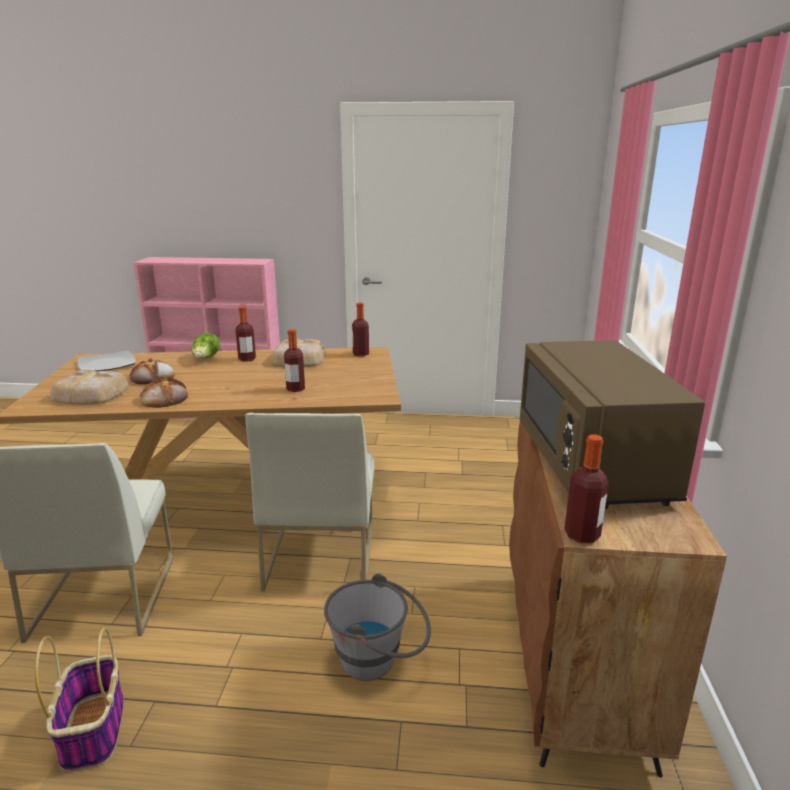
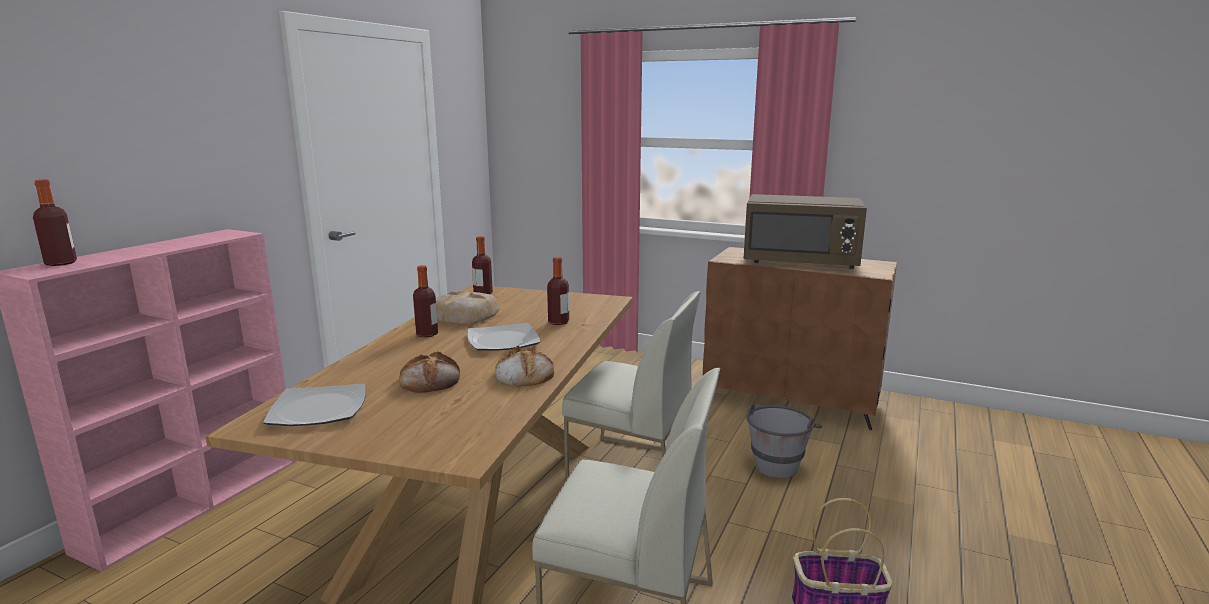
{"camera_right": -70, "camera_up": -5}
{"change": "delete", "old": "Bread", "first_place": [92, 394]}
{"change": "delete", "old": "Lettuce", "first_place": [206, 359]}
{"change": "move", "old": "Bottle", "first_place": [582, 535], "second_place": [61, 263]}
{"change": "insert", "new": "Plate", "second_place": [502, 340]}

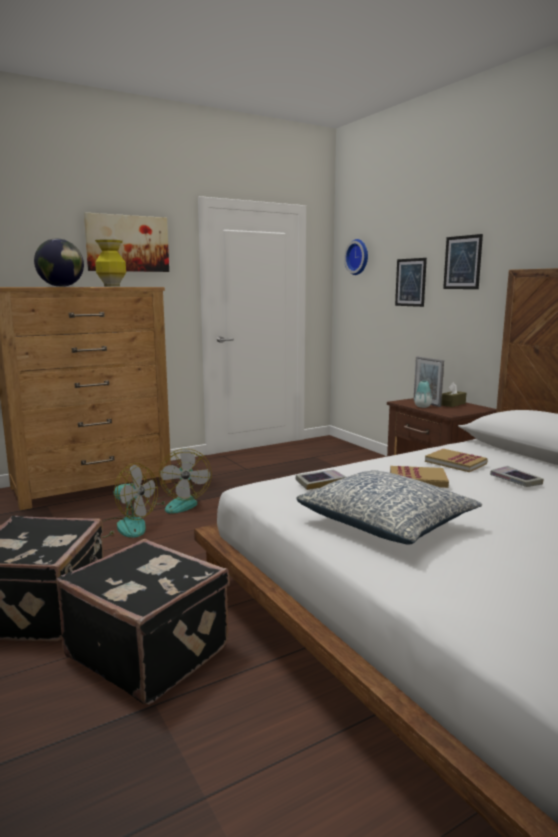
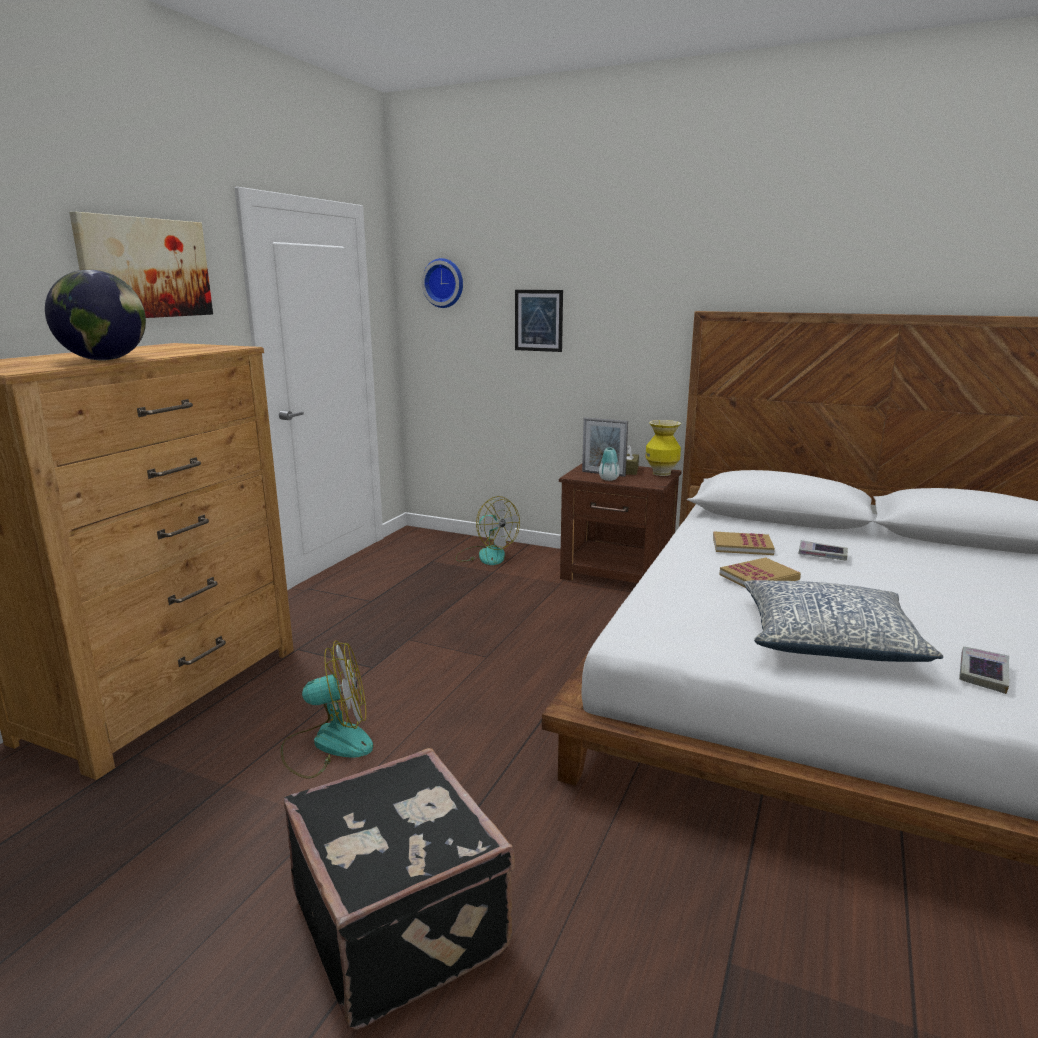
{"camera_right": -35, "camera_up": 5}
{"change": "delete", "old": "BlackSuitcase", "first_place": [149, 650]}
{"change": "move", "old": "Vase", "first_place": [111, 286], "second_place": [661, 473]}
{"change": "move", "old": "Fan", "first_place": [181, 503], "second_place": [486, 555]}
{"change": "move", "old": "Book", "first_place": [320, 483], "second_place": [982, 674]}
{"change": "delete", "old": "Picture", "first_place": [462, 262]}

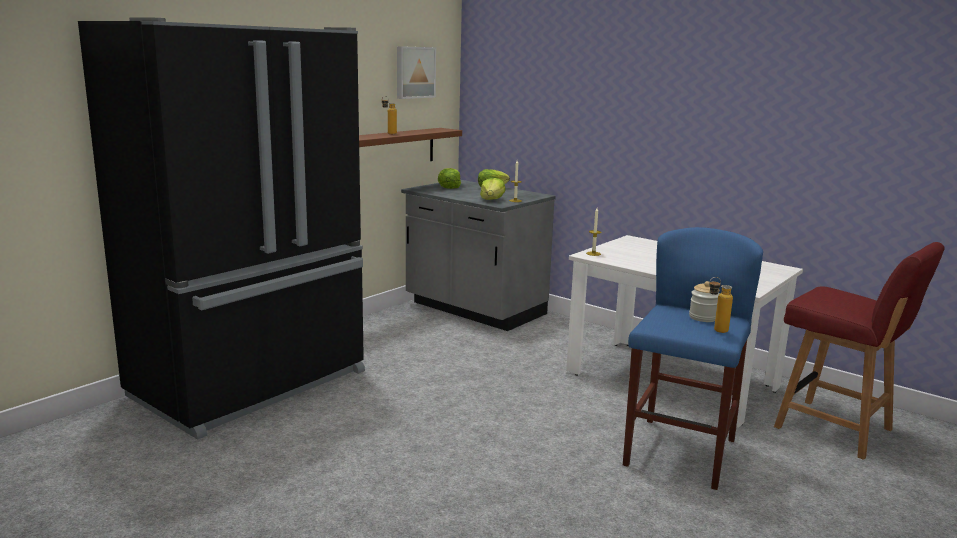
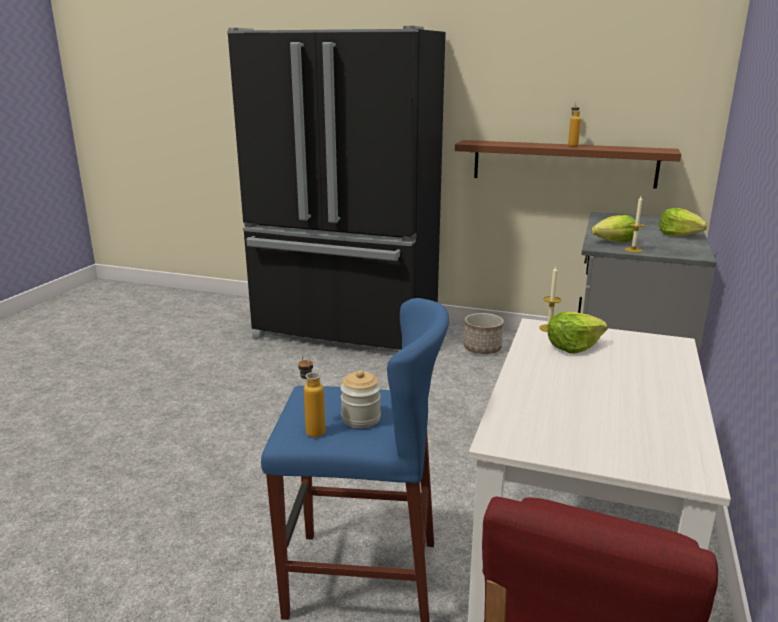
{"camera_right": 70, "camera_up": 5}
{"change": "delete", "old": "Picture", "first_place": [414, 72]}
{"change": "move", "old": "Lettuce", "first_place": [449, 187], "second_place": [573, 346]}
{"change": "insert", "new": "Planter", "second_place": [482, 348]}

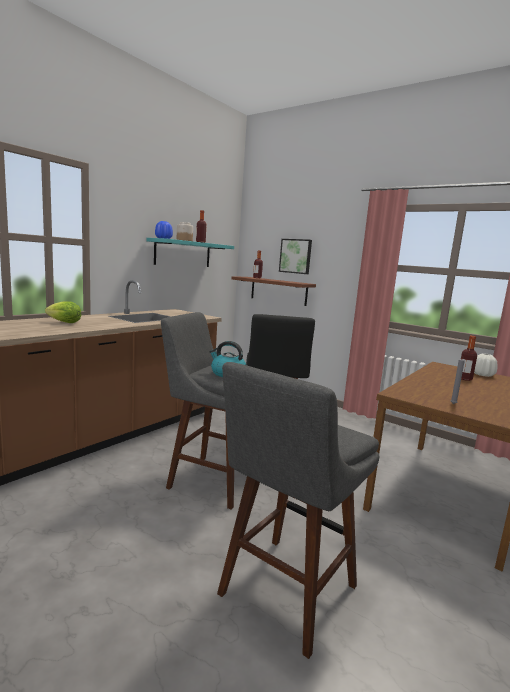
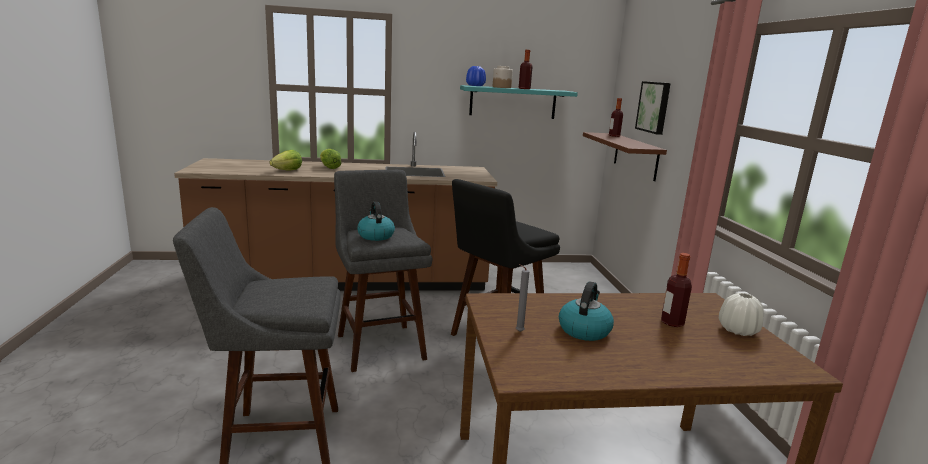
{"camera_right": 45, "camera_up": 5}
{"change": "insert", "new": "Lettuce", "second_place": [287, 171]}
{"change": "insert", "new": "Kettle", "second_place": [584, 330]}

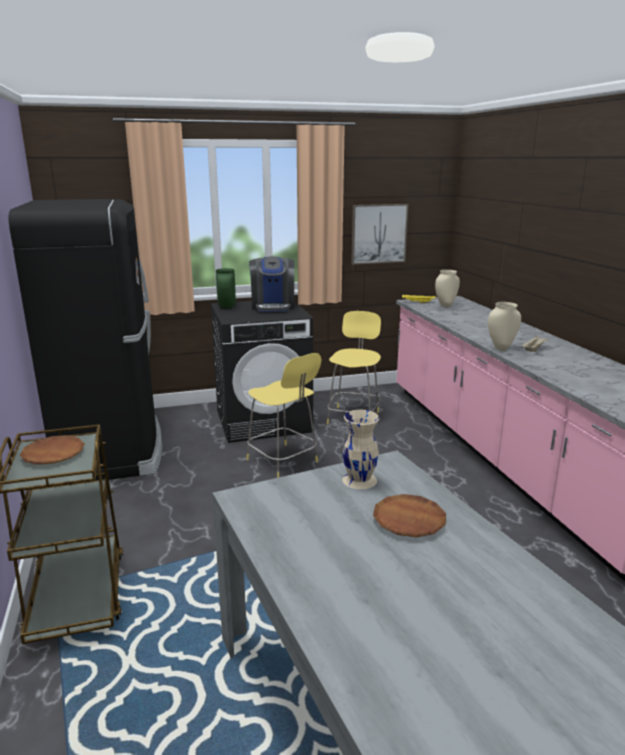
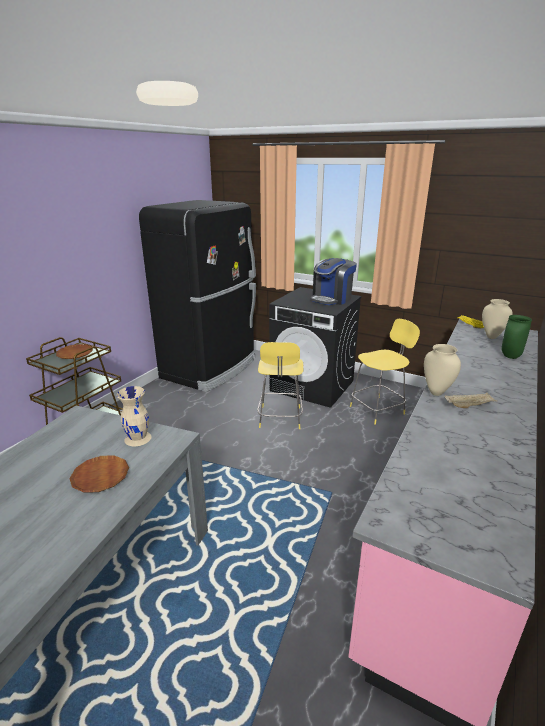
{"camera_right": 45, "camera_up": 5}
{"change": "move", "old": "GreenVase", "first_place": [227, 307], "second_place": [511, 357]}
{"change": "delete", "old": "Picture", "first_place": [378, 234]}

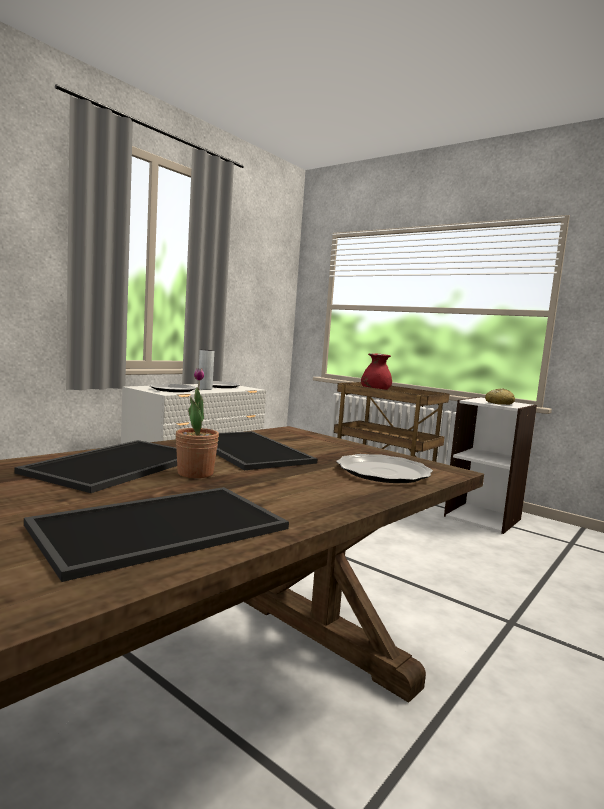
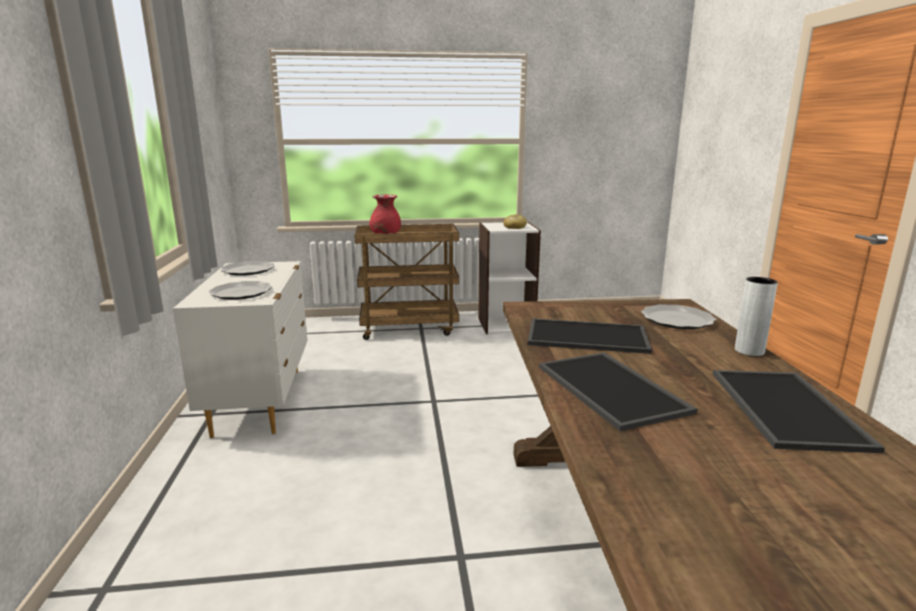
{"camera_right": -45, "camera_up": 10}
{"change": "delete", "old": "PottedPlant", "first_place": [195, 473]}
{"change": "move", "old": "GreyVase", "first_place": [205, 389], "second_place": [749, 351]}

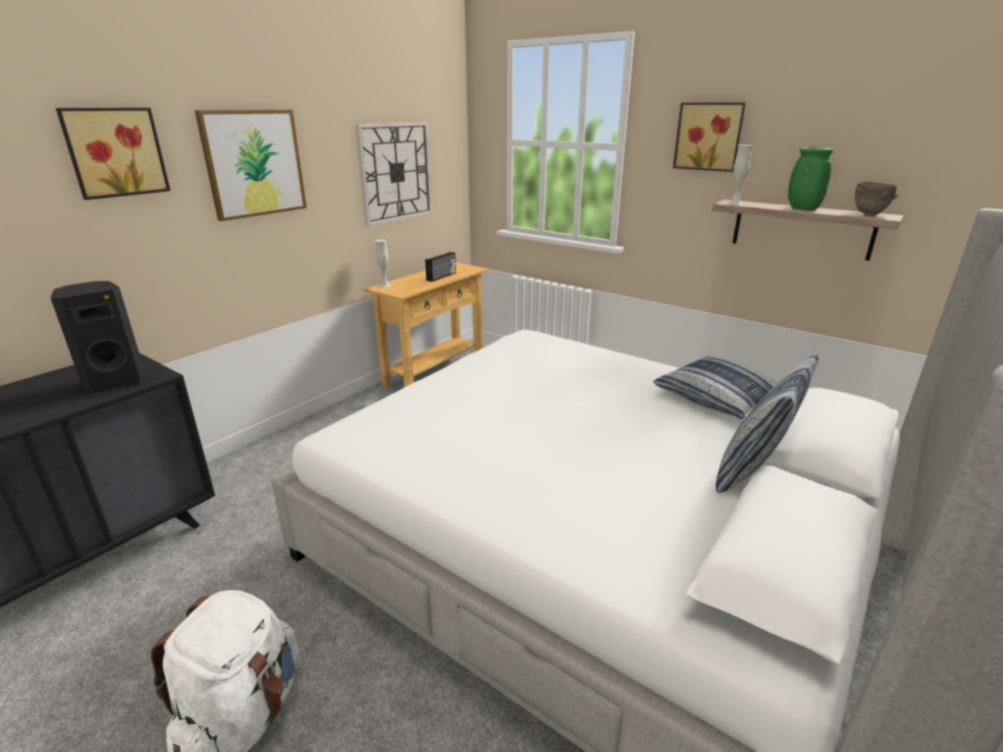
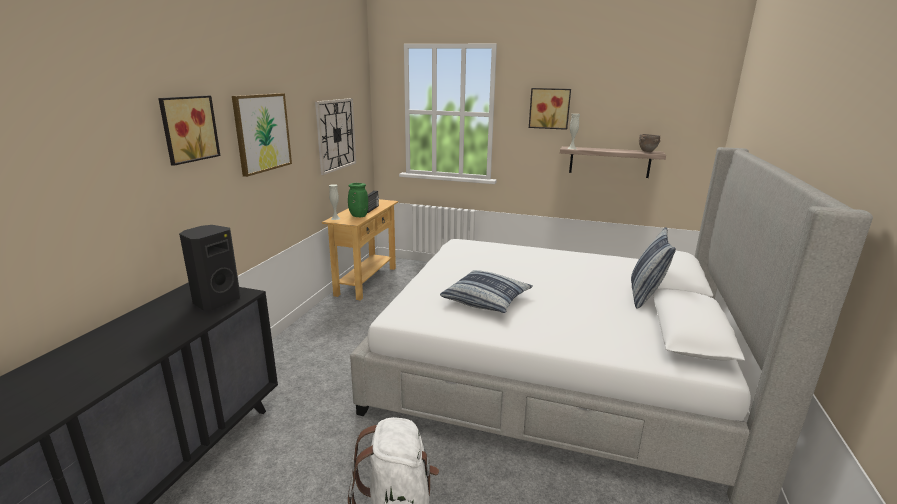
{"camera_right": -20, "camera_up": -5}
{"change": "move", "old": "Pillow", "first_place": [719, 398], "second_place": [486, 300]}
{"change": "move", "old": "GreenVase", "first_place": [802, 208], "second_place": [358, 216]}

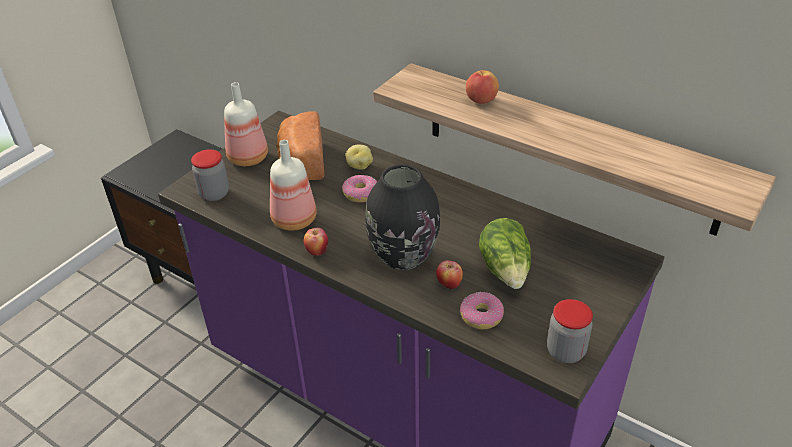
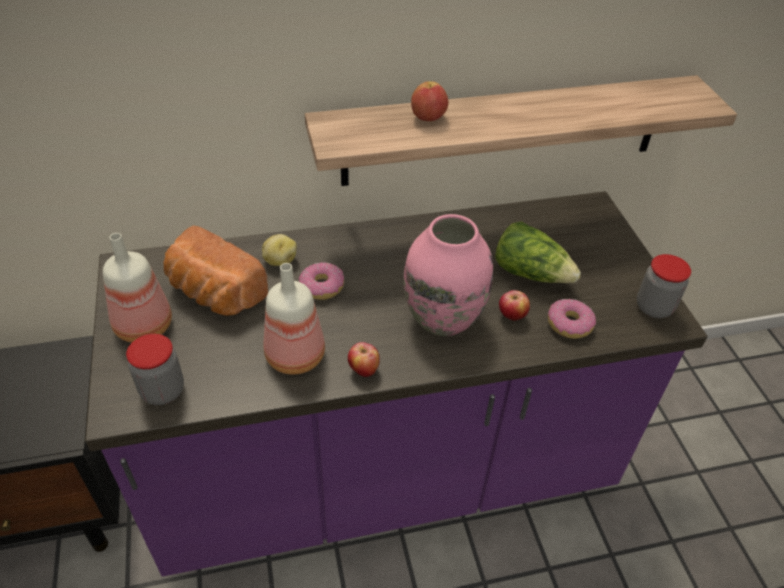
{"camera_right": -50, "camera_up": 5}
{"change": "recolor", "old": "BlackVase", "new": "PinkVase", "first_place": [403, 256], "second_place": [442, 318]}

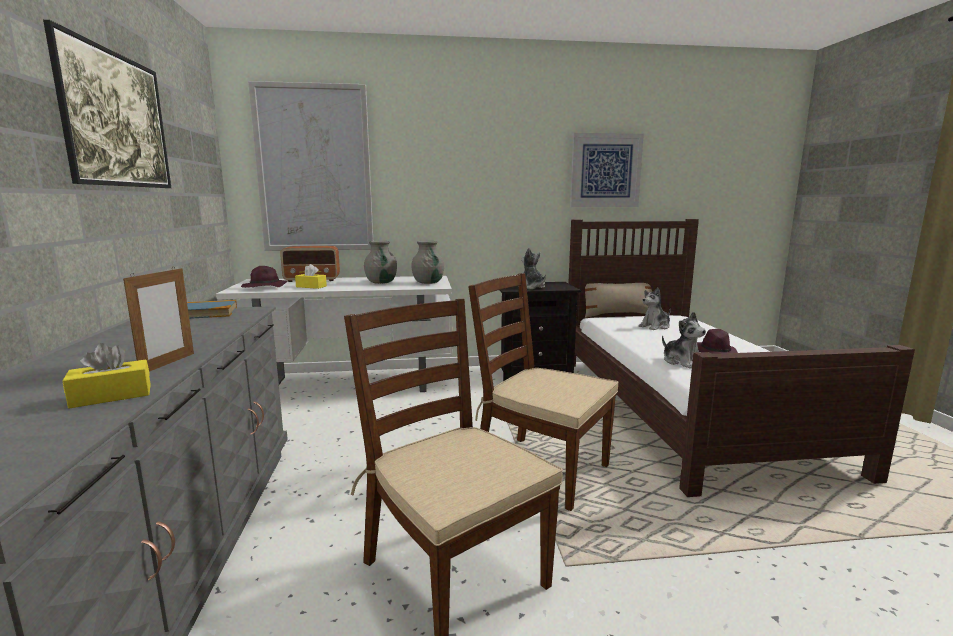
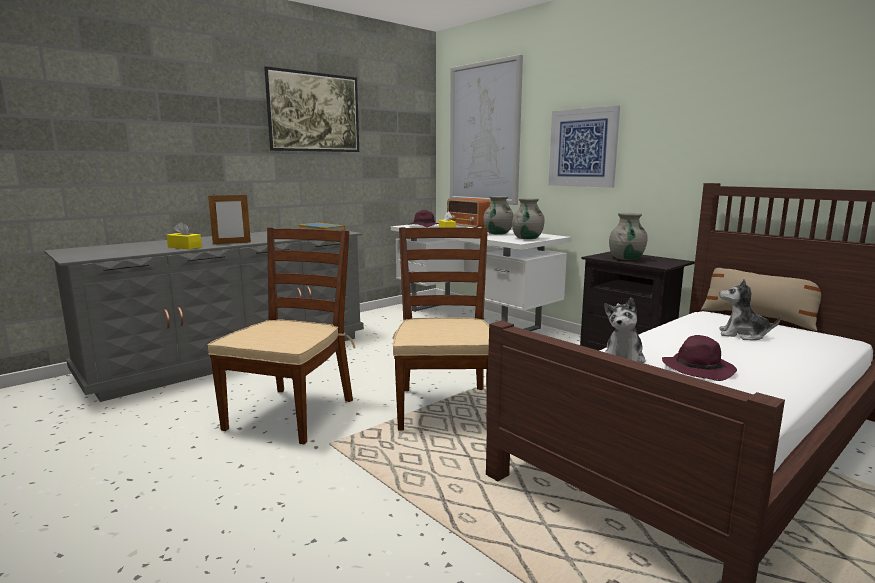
{"camera_right": 55, "camera_up": 0}
{"change": "replace", "old": "PlushToy", "new": "GreyVase", "first_place": [531, 287], "second_place": [626, 259]}
{"change": "move", "old": "Picture", "first_place": [605, 170], "second_place": [583, 148]}

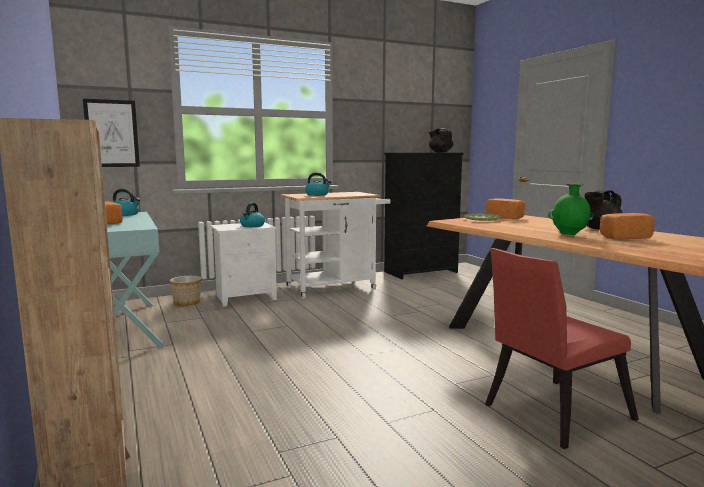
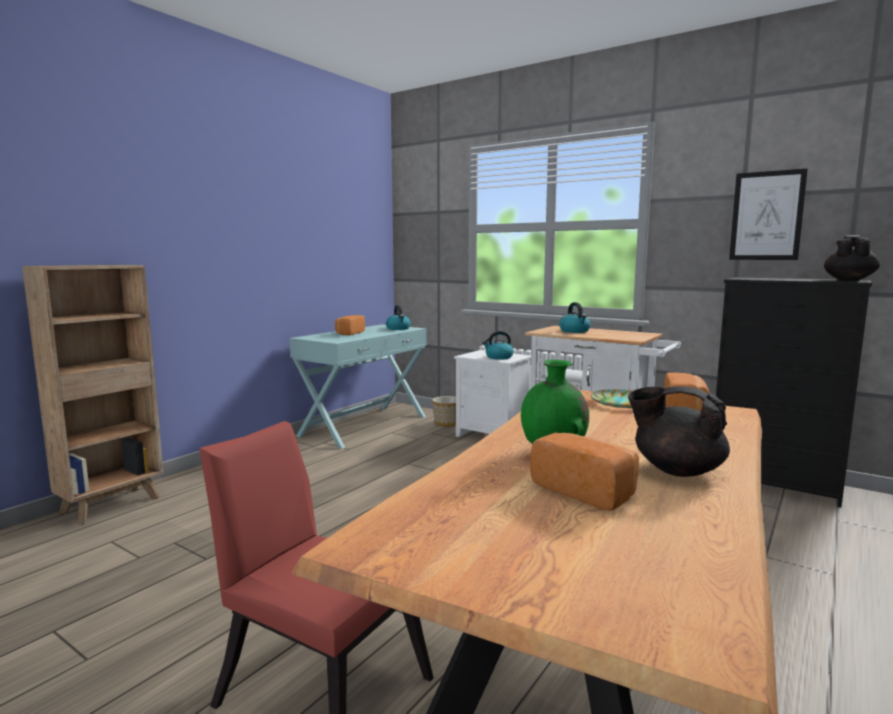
{"camera_right": 60, "camera_up": 0}
{"change": "move", "old": "Picture", "first_place": [112, 133], "second_place": [766, 216]}

